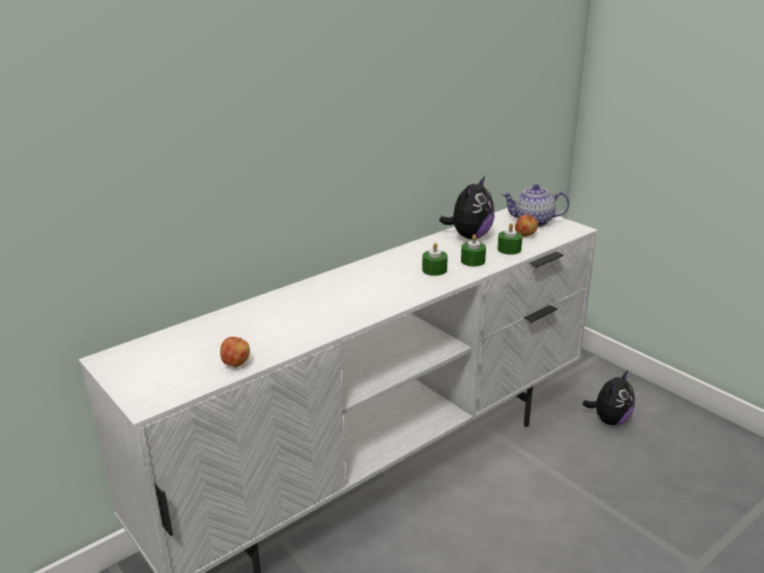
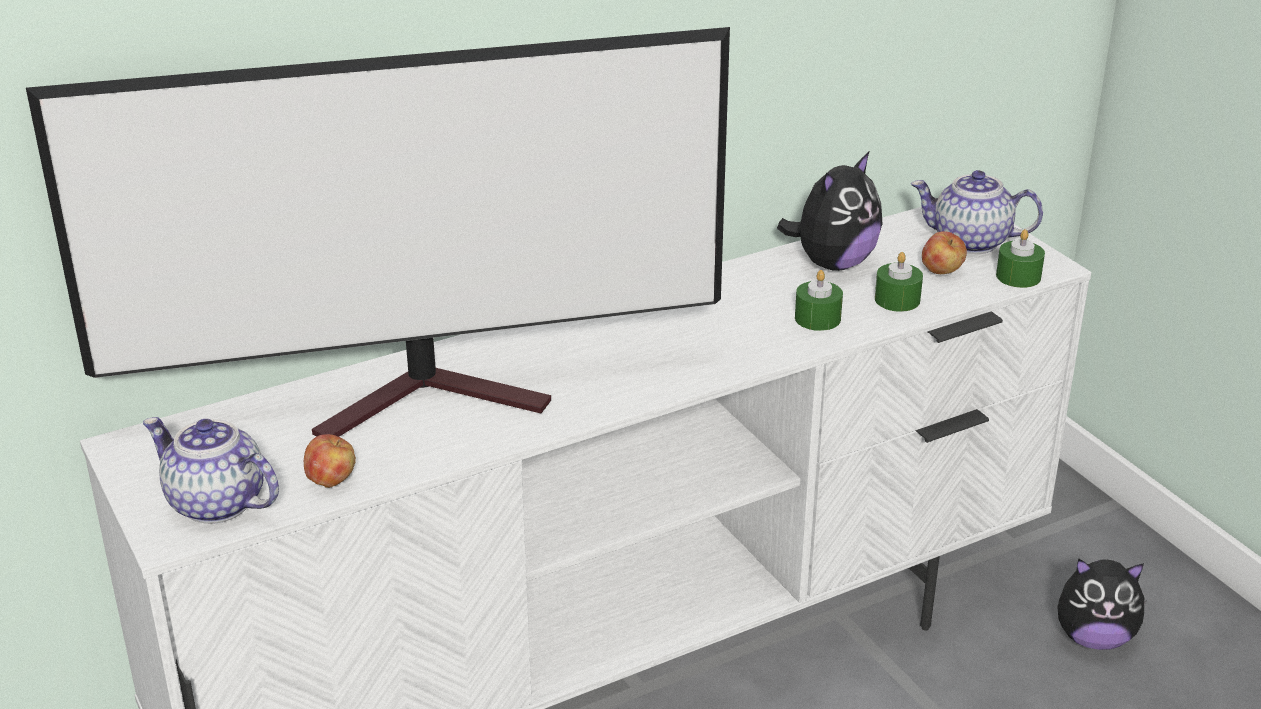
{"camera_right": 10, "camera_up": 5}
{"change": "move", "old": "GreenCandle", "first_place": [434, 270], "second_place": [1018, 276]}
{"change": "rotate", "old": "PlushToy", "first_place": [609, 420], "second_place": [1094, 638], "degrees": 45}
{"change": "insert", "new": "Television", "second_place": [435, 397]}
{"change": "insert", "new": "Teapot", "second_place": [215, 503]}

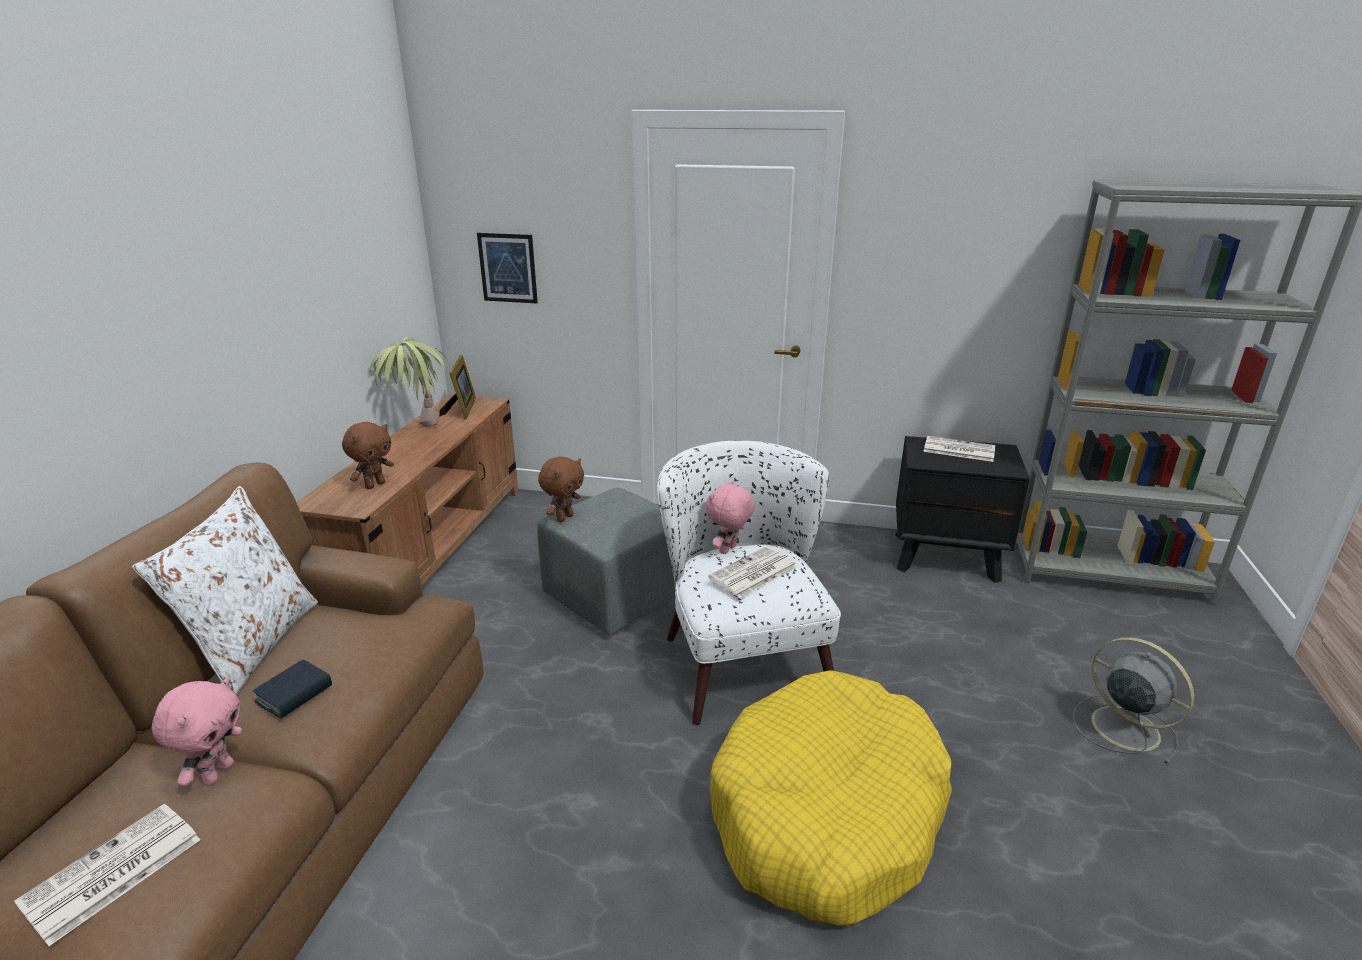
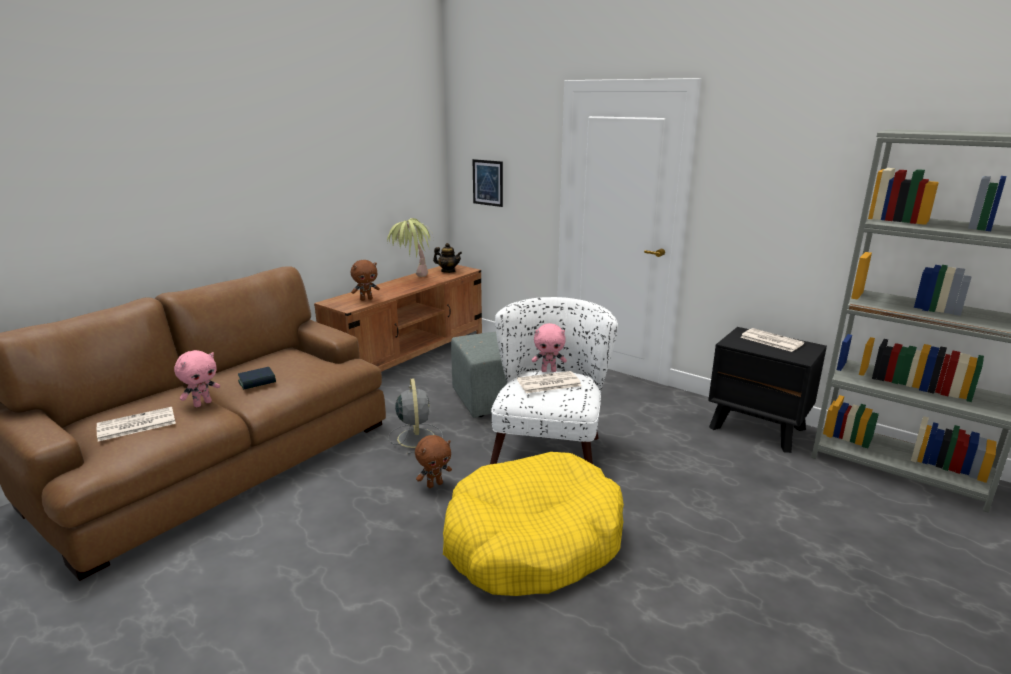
{"camera_right": 25, "camera_up": -5}
{"change": "delete", "old": "WhitePillow", "first_place": [254, 644]}
{"change": "replace", "old": "PictureFrame", "new": "Teapot", "first_place": [462, 409], "second_place": [448, 271]}
{"change": "move", "old": "BrownPlushToy", "first_place": [564, 517], "second_place": [434, 484]}
{"change": "rotate", "old": "PinkPlushToy", "first_place": [729, 550], "second_place": [549, 371], "degrees": -150}
{"change": "move", "old": "GreyFan", "first_place": [1122, 726], "second_place": [416, 437]}

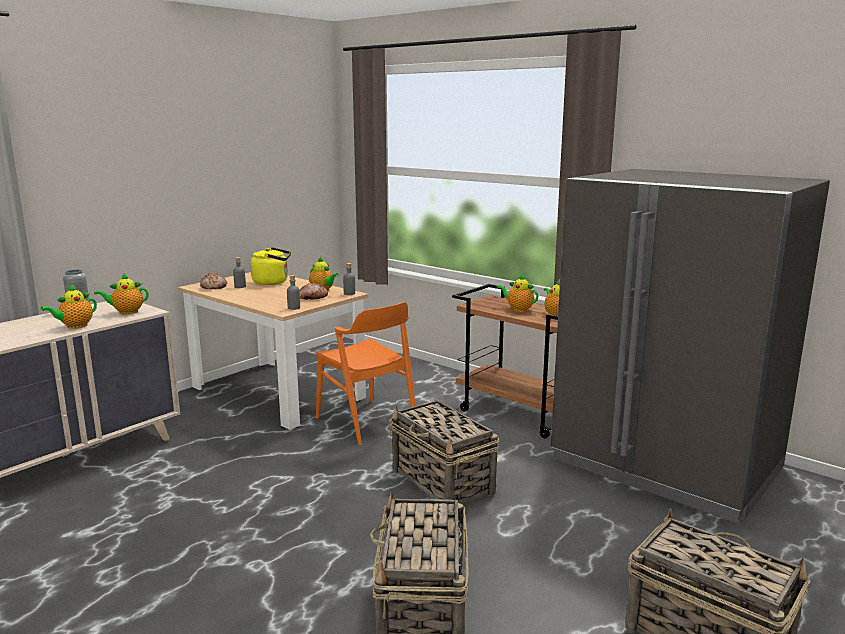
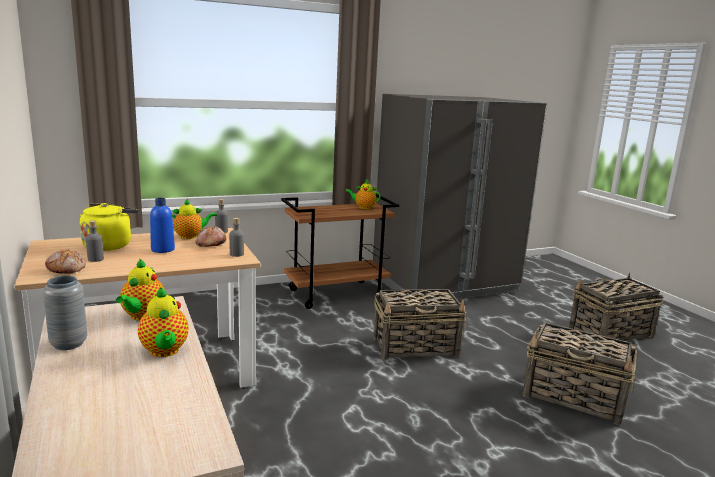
{"camera_right": -65, "camera_up": 0}
{"change": "delete", "old": "OrangeChair", "first_place": [366, 421]}
{"change": "delete", "old": "Teapot", "first_place": [518, 309]}
{"change": "insert", "new": "BlueBottle", "second_place": [163, 249]}

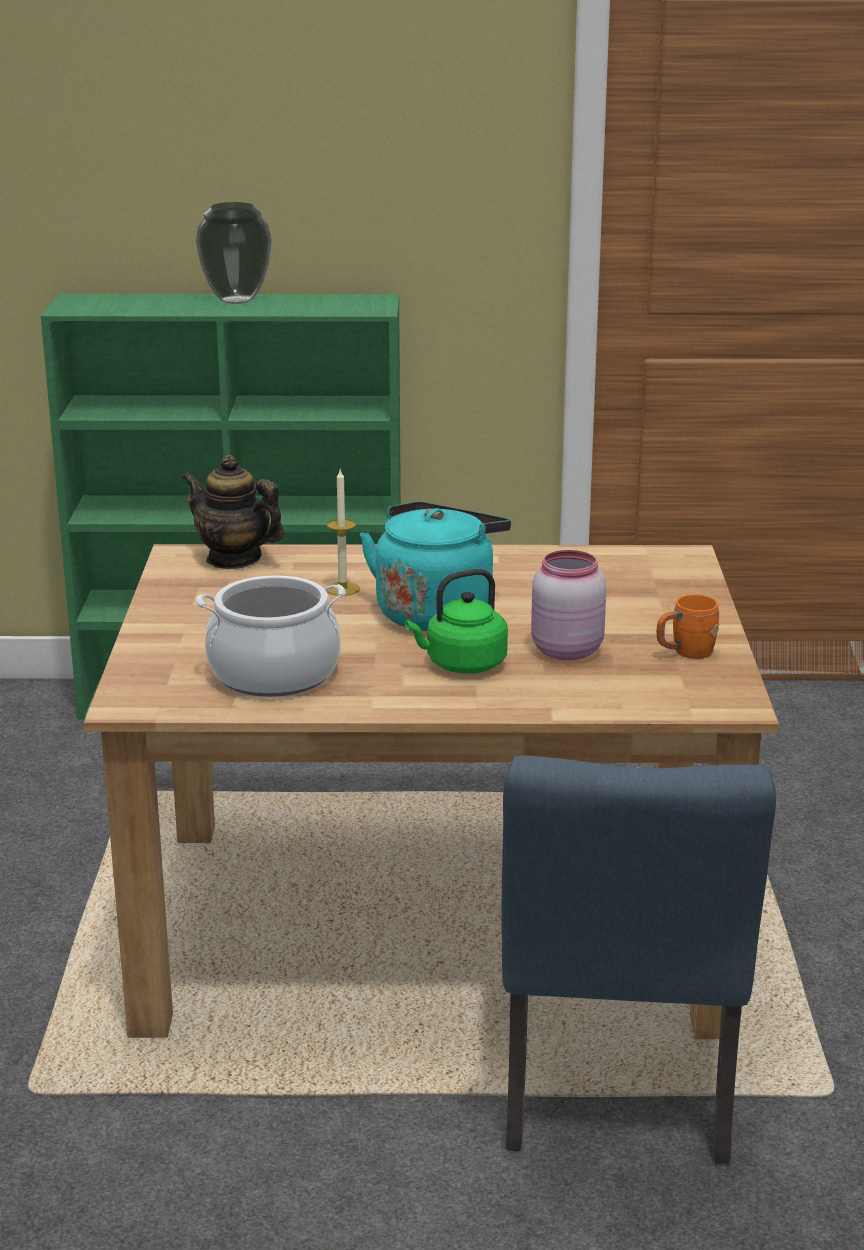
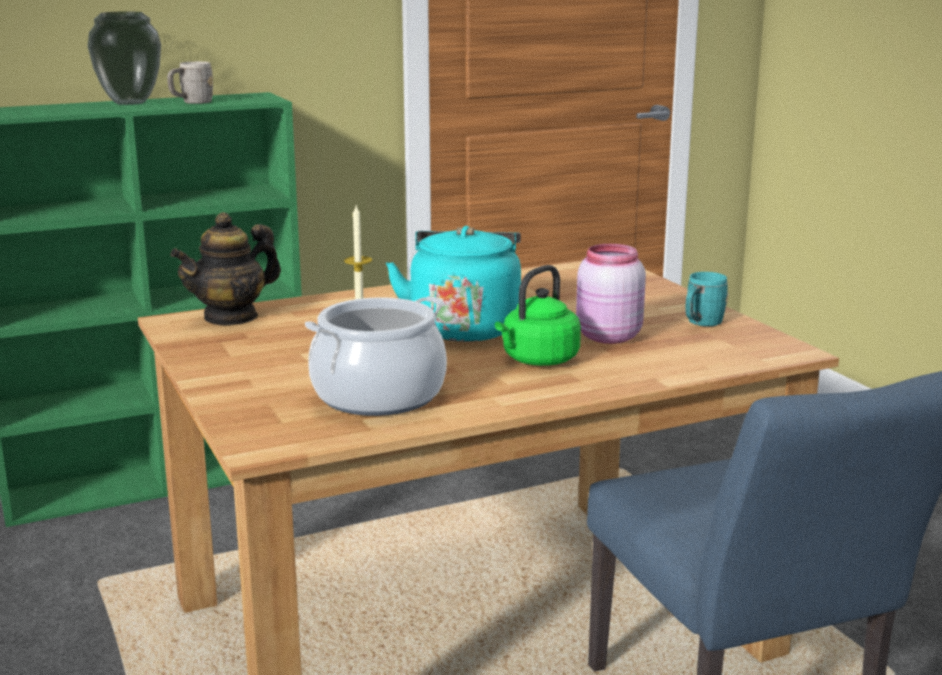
{"camera_right": -25, "camera_up": -5}
{"change": "rotate", "old": "Teapot", "first_place": [234, 559], "second_place": [231, 317], "degrees": -45}
{"change": "recolor", "old": "OrangeMug", "new": "TurquoiseMug", "first_place": [685, 653], "second_place": [701, 323]}
{"change": "insert", "new": "GreyMug", "second_place": [192, 102]}

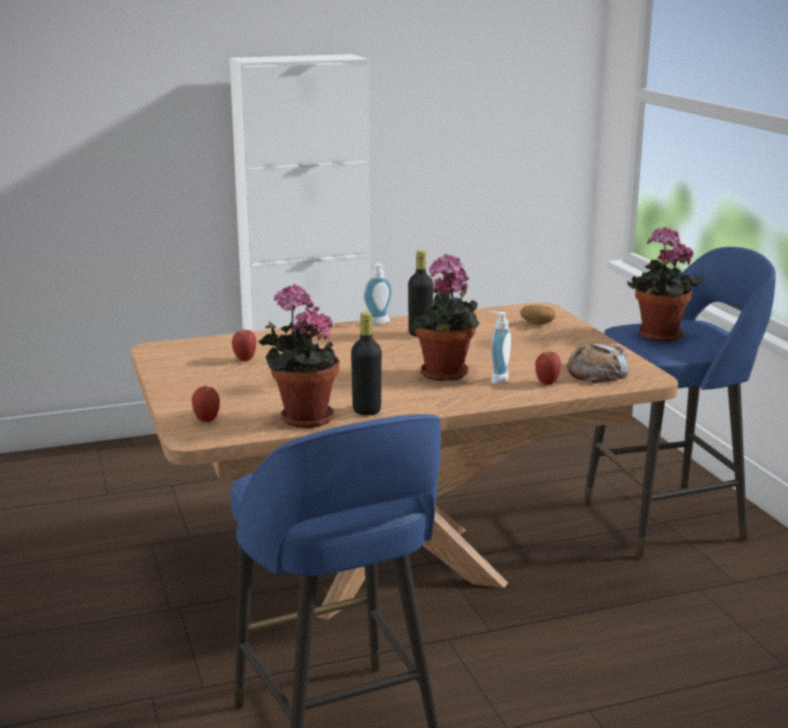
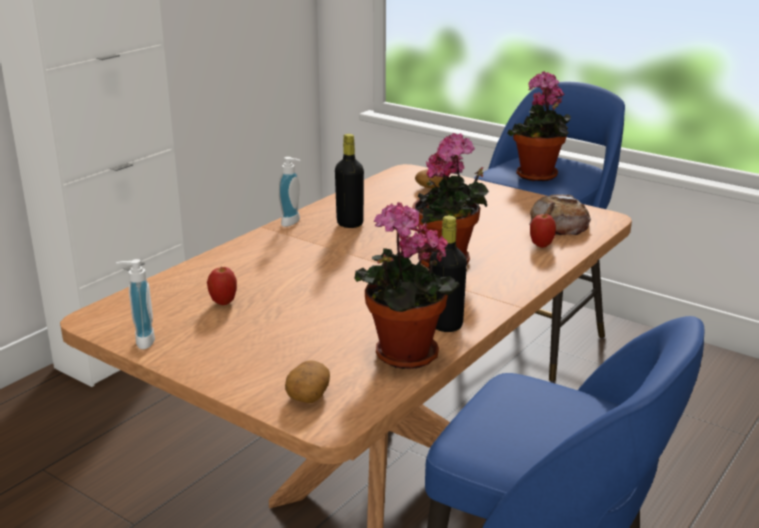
{"camera_right": -35, "camera_up": 5}
{"change": "replace", "old": "Apple", "new": "Potato", "first_place": [206, 420], "second_place": [308, 394]}
{"change": "move", "old": "SoapDispenser", "first_place": [496, 379], "second_place": [141, 341]}

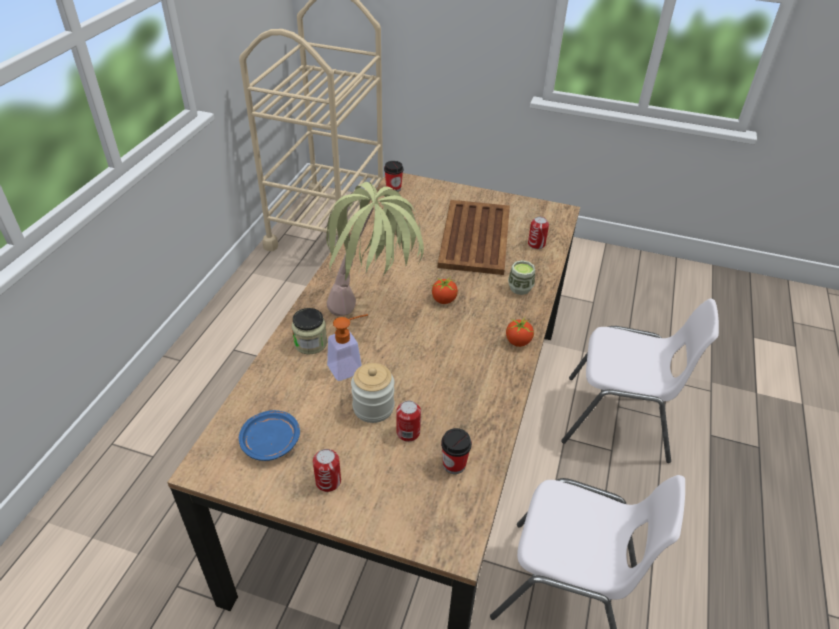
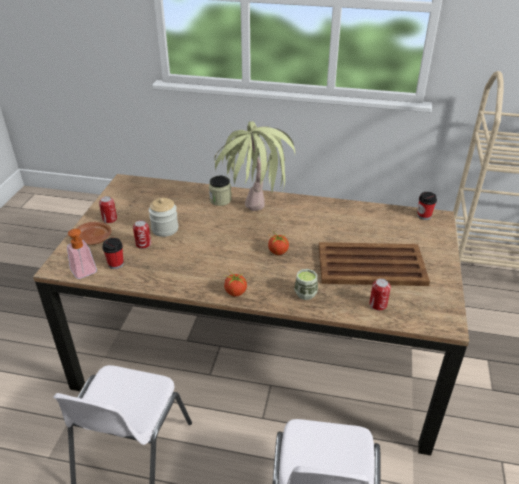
{"camera_right": 85, "camera_up": -5}
{"change": "delete", "old": "BluePlate", "first_place": [271, 441]}
{"change": "move", "old": "SoapDispenser", "first_place": [350, 367], "second_place": [85, 273]}
{"change": "insert", "new": "BrownPlate", "second_place": [93, 239]}

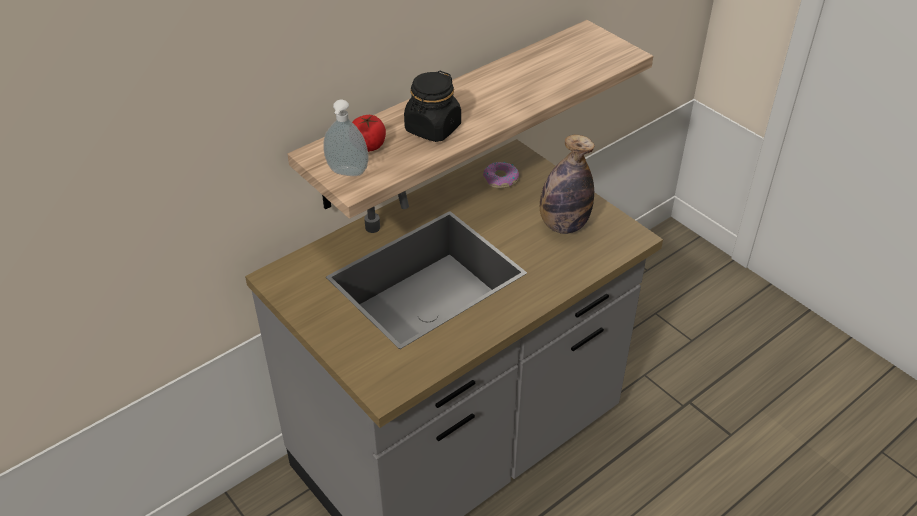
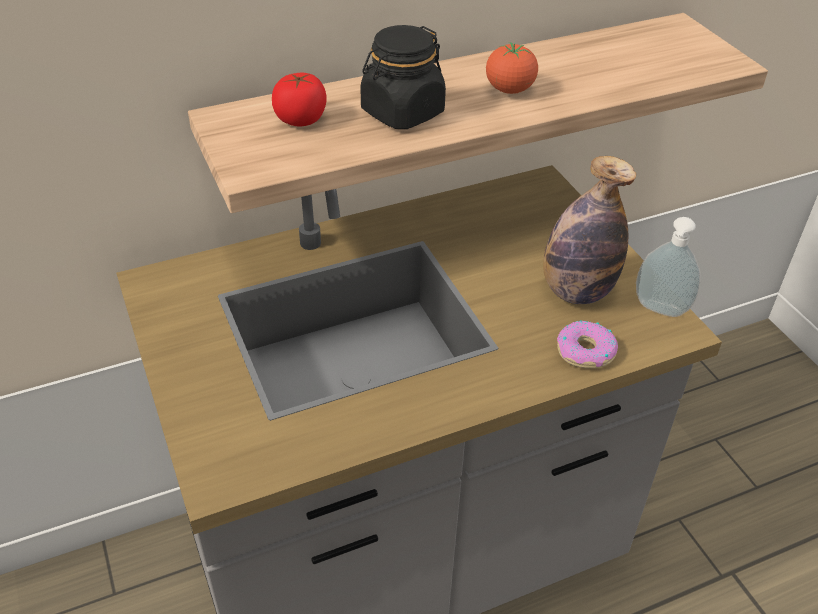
{"camera_right": 15, "camera_up": 0}
{"change": "move", "old": "SoapDispenser", "first_place": [347, 173], "second_place": [659, 310]}
{"change": "move", "old": "Donut", "first_place": [500, 180], "second_place": [585, 352]}
{"change": "insert", "new": "Tomato", "second_place": [509, 90]}

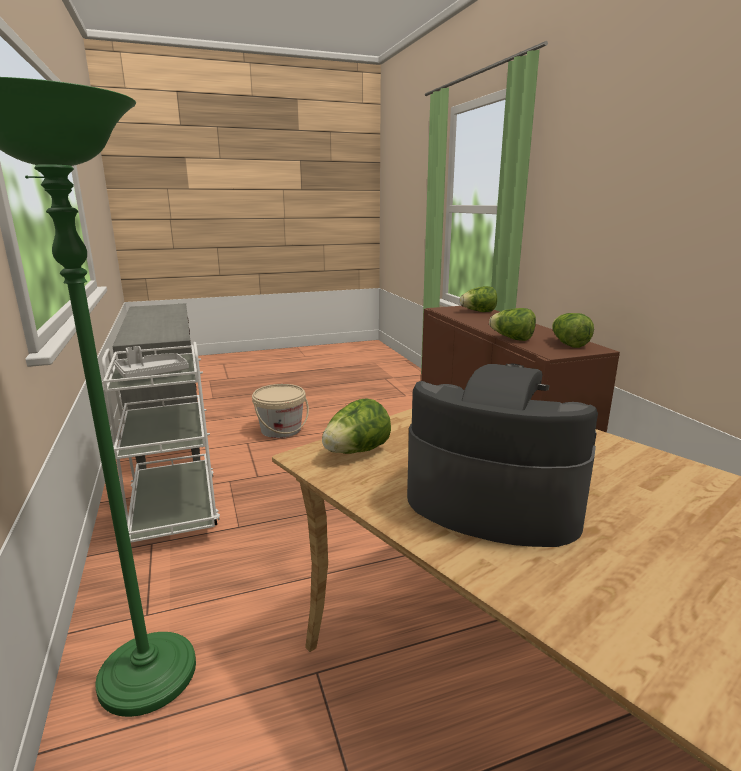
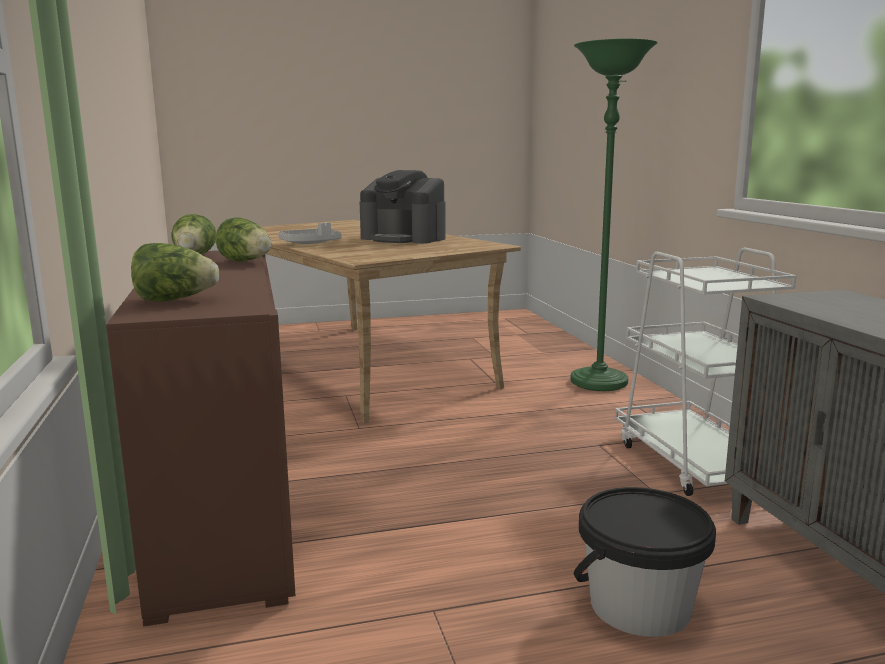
{"camera_right": -175, "camera_up": -5}
{"change": "move", "old": "GreyTray", "first_place": [152, 374], "second_place": [310, 243]}
{"change": "recolor", "old": "BeigeBucket", "new": "BlackBucket", "first_place": [281, 430], "second_place": [639, 606]}
{"change": "delete", "old": "Lettuce", "first_place": [356, 452]}

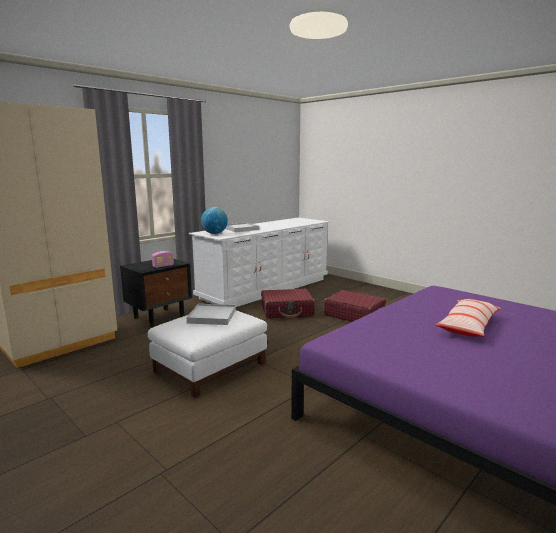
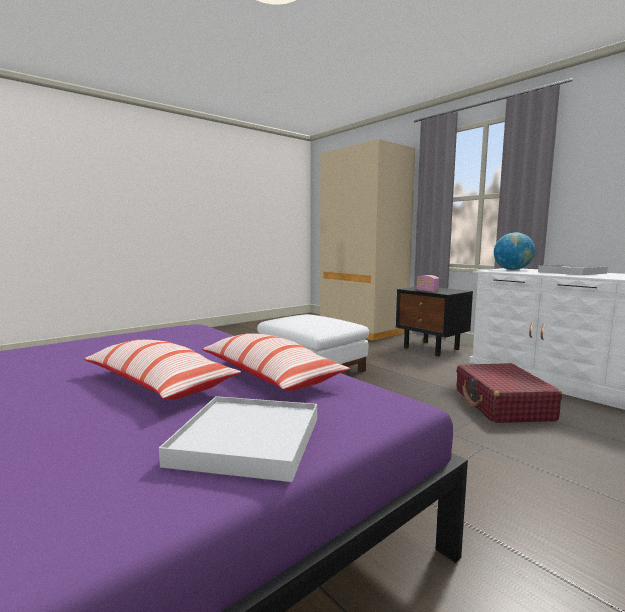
{"camera_right": 95, "camera_up": -5}
{"change": "move", "old": "WhiteTray", "first_place": [212, 316], "second_place": [247, 441]}
{"change": "delete", "old": "RedSuitcase", "first_place": [354, 315]}
{"change": "insert", "new": "Pillow", "second_place": [269, 376]}

